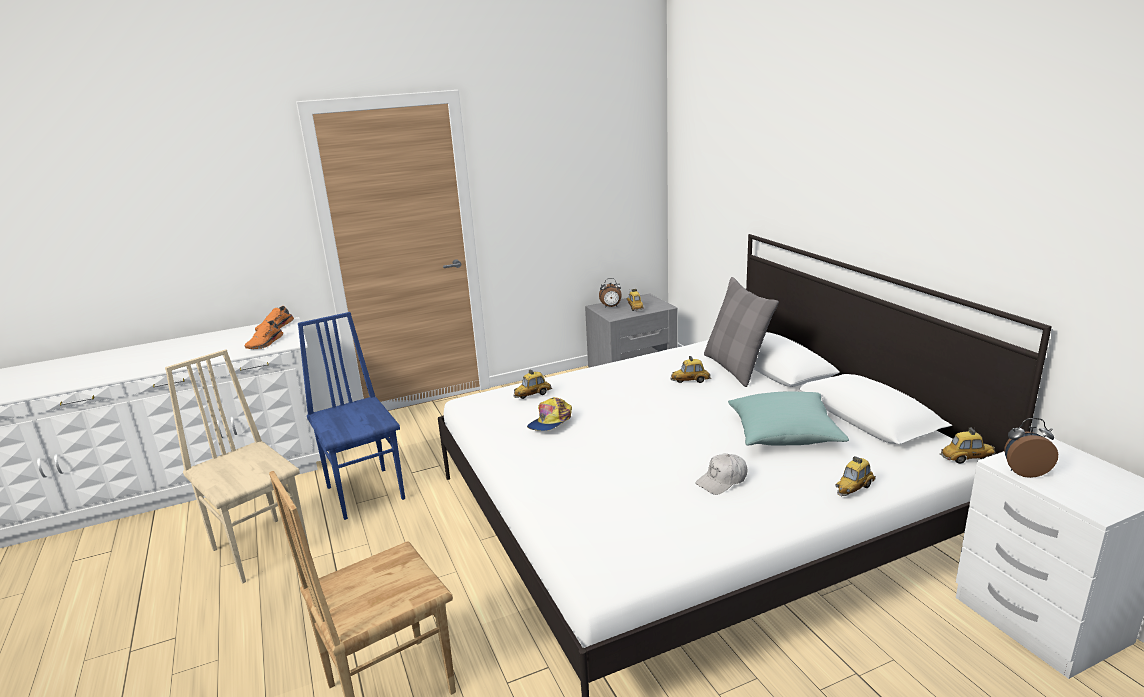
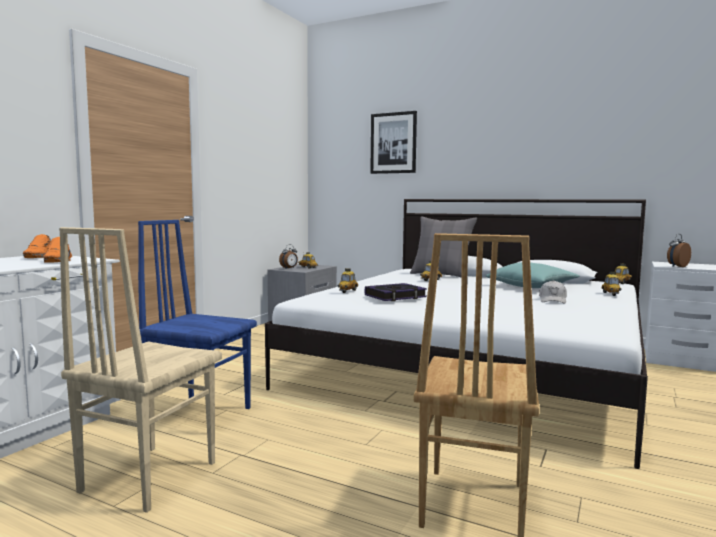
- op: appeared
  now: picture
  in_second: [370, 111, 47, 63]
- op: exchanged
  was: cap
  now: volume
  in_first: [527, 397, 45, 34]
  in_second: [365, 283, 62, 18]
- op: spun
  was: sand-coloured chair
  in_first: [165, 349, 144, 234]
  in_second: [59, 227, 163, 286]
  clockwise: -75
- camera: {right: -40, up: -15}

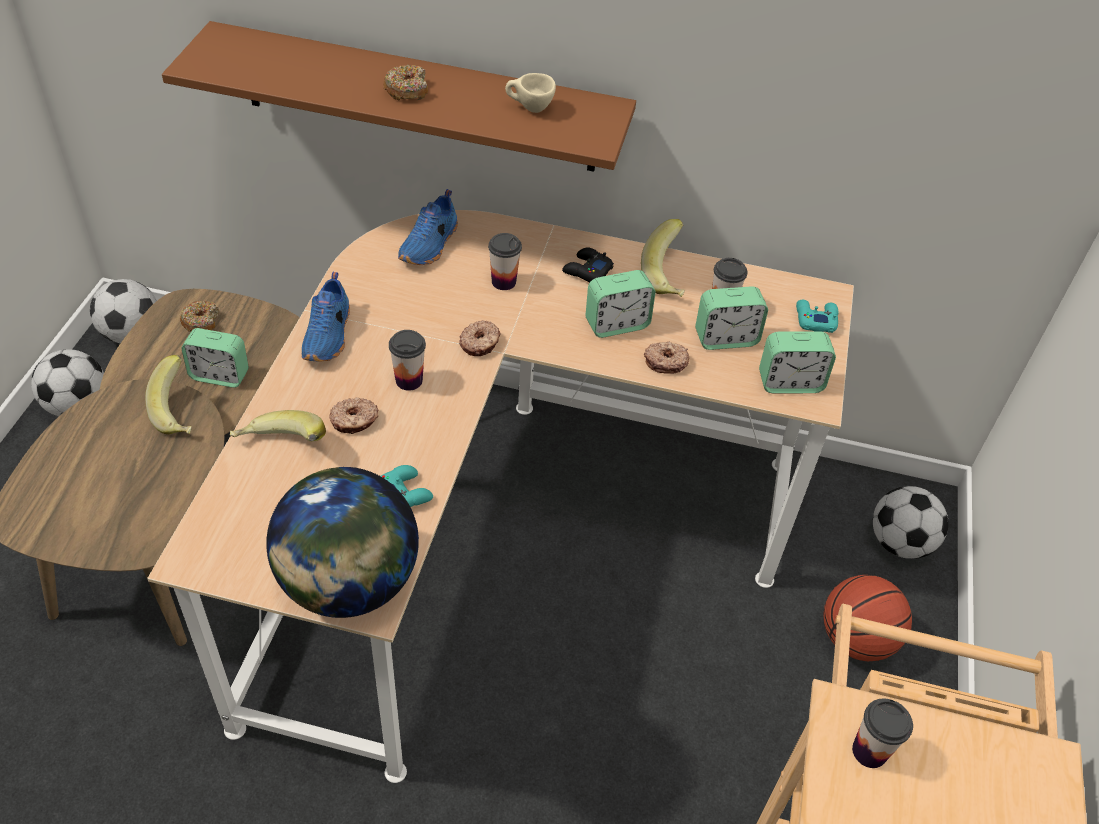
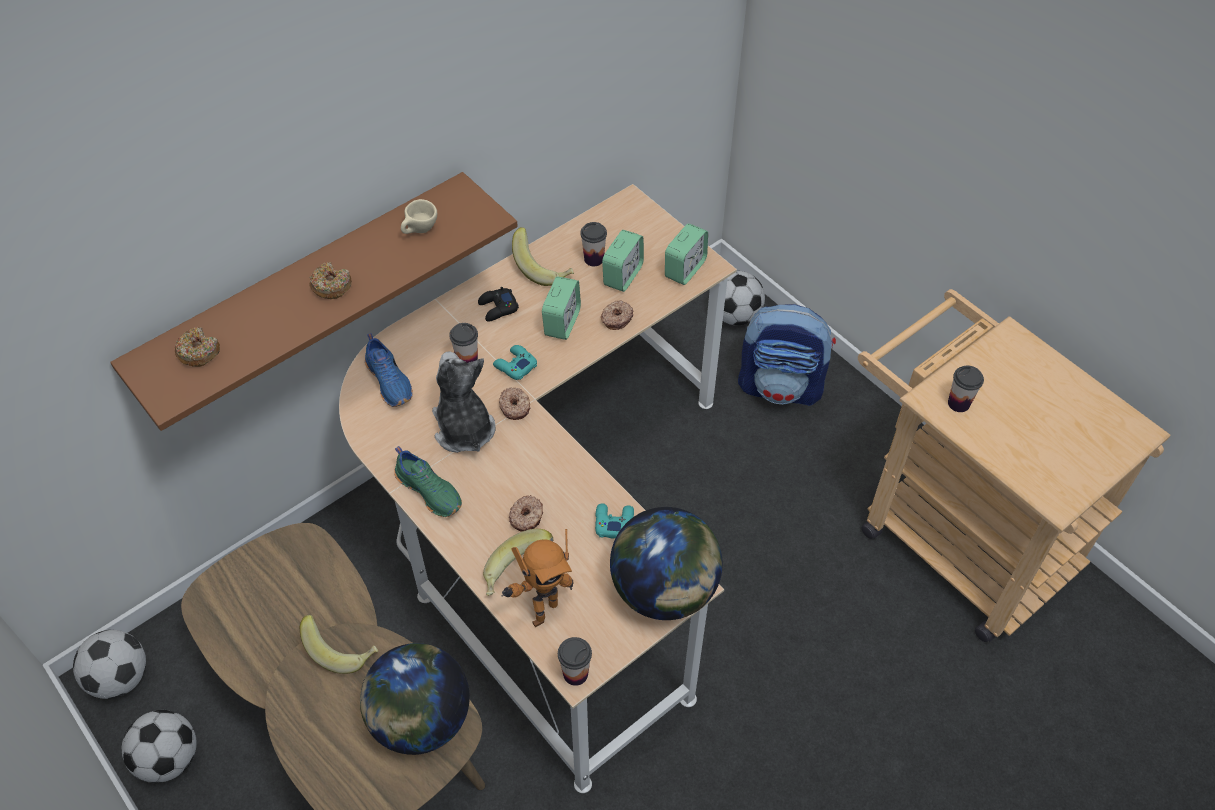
- op: missing
  was: alarm clock
  in_first: [181, 328, 68, 60]
- op: appeared
  now: globe
  in_second: [360, 643, 110, 112]
- op: appeared
  now: plush toy
  in_second: [432, 352, 63, 101]
- op: appeared
  now: model robot
  in_second: [501, 529, 73, 98]
- op: relocated
  was: doughnut
  in_first: [180, 301, 39, 30]
  in_second: [175, 327, 45, 40]
- op: relocated
  was: drinking cup
  in_first: [389, 330, 37, 61]
  in_second: [558, 637, 34, 49]
- op: relocated
  was: turquoise gamepad
  in_first: [796, 300, 43, 33]
  in_second: [493, 345, 44, 35]
- op: exchanged
  was: ball for basketball
  now: knapsack
  in_first: [823, 575, 89, 86]
  in_second: [738, 304, 98, 102]
- op: colour
  was: blue shoe
  now: green-coloured shoe
  in_first: [302, 272, 48, 90]
  in_second: [394, 446, 68, 71]
- camera: {right: -50, up: 5}

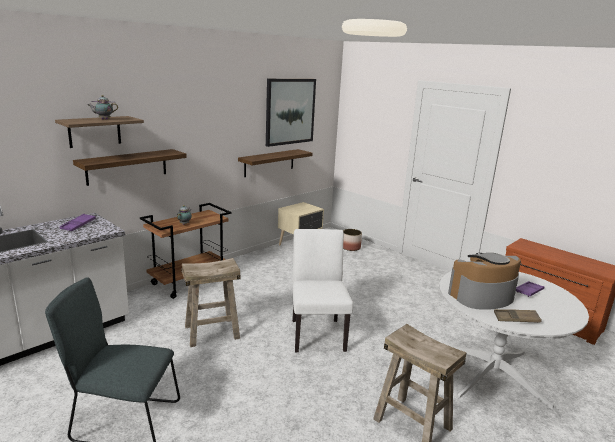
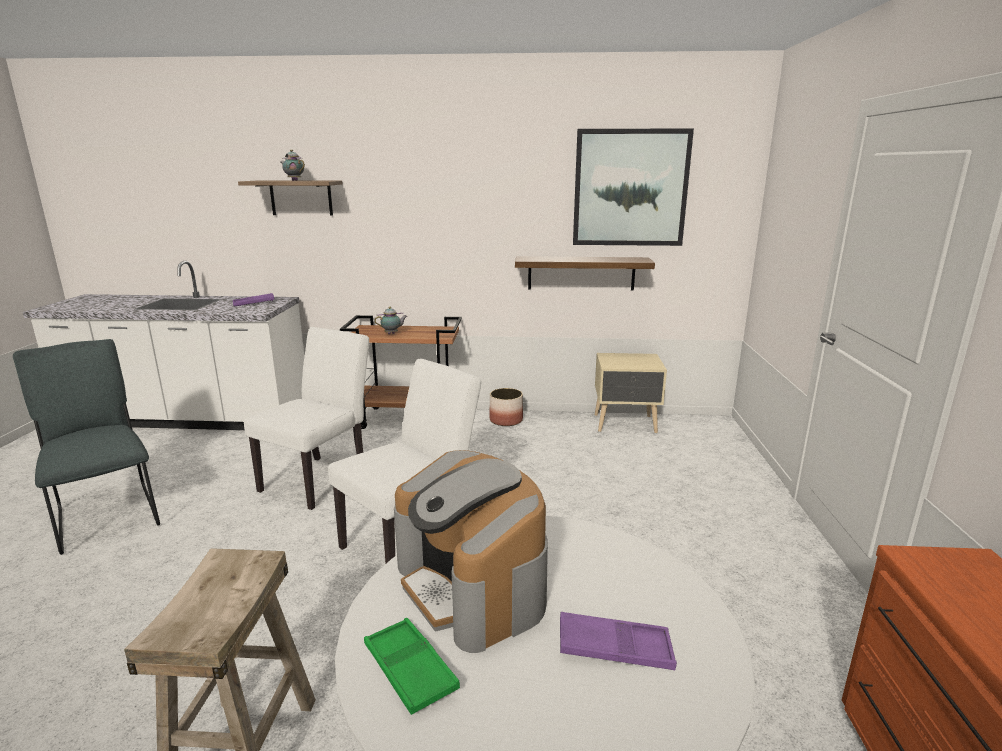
- op: missing
  was: shelf
  in_first: [73, 149, 114, 37]
- op: relocated
  was: planter
  in_first: [343, 229, 19, 22]
  in_second: [490, 388, 33, 38]
- op: exchanged
  was: sand-coloured stool
  now: white-coloured chair
  in_first: [181, 258, 60, 89]
  in_second: [244, 327, 125, 183]
- op: colour
  was: brown-coloured serving tray
  now: green-coloured serving tray
  in_first: [494, 309, 48, 14]
  in_second: [364, 618, 96, 97]
- op: spun
  was: coffee brewer
  in_first: [448, 253, 73, 57]
  in_second: [394, 450, 154, 203]
  clockwise: -150
- camera: {right: 50, up: 0}

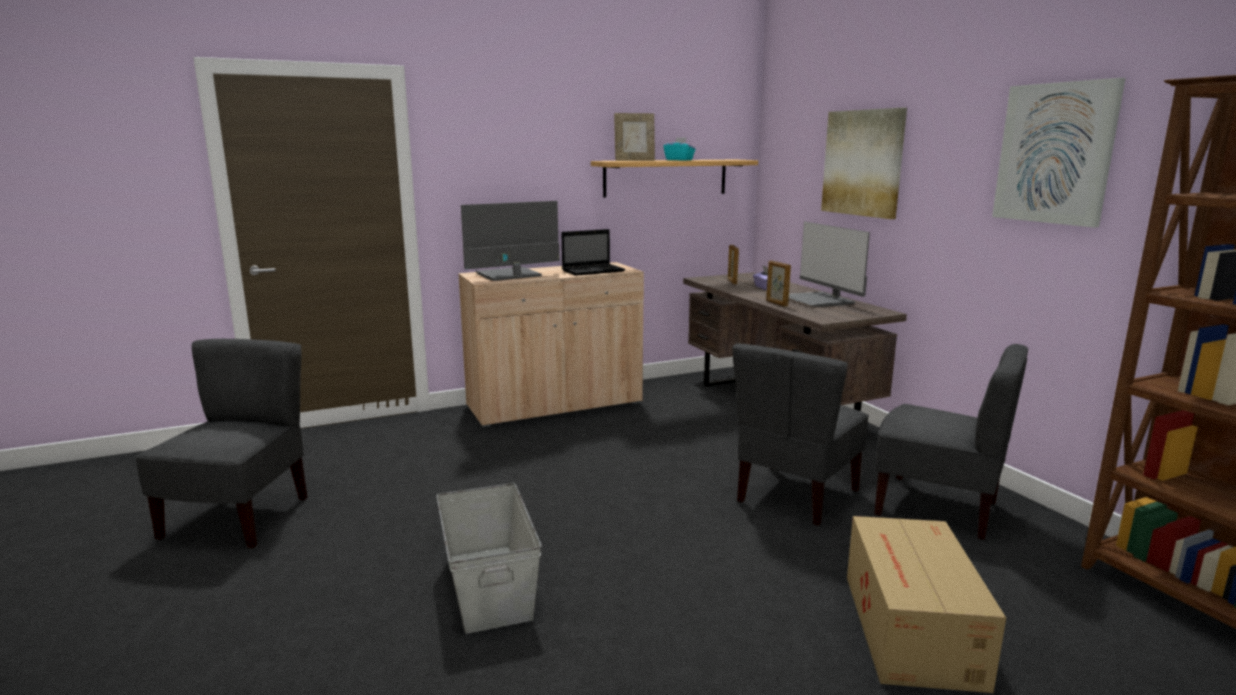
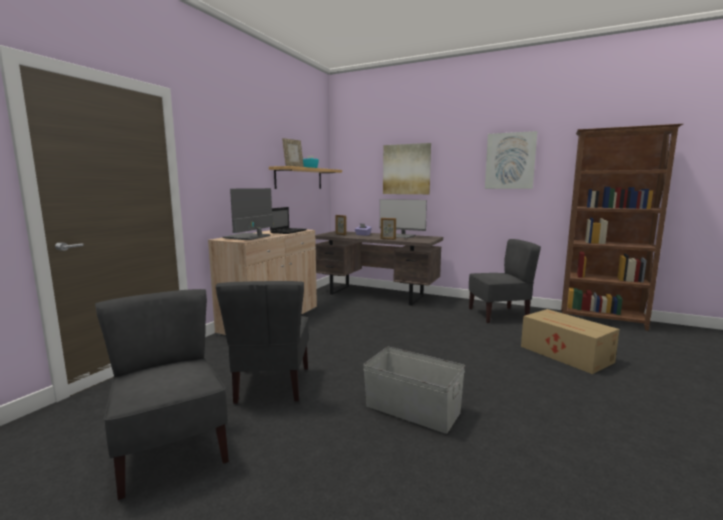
- op: relocated
  was: gray chair
  in_first: [733, 344, 136, 182]
  in_second: [216, 281, 93, 123]
- camera: {right: -40, up: -5}

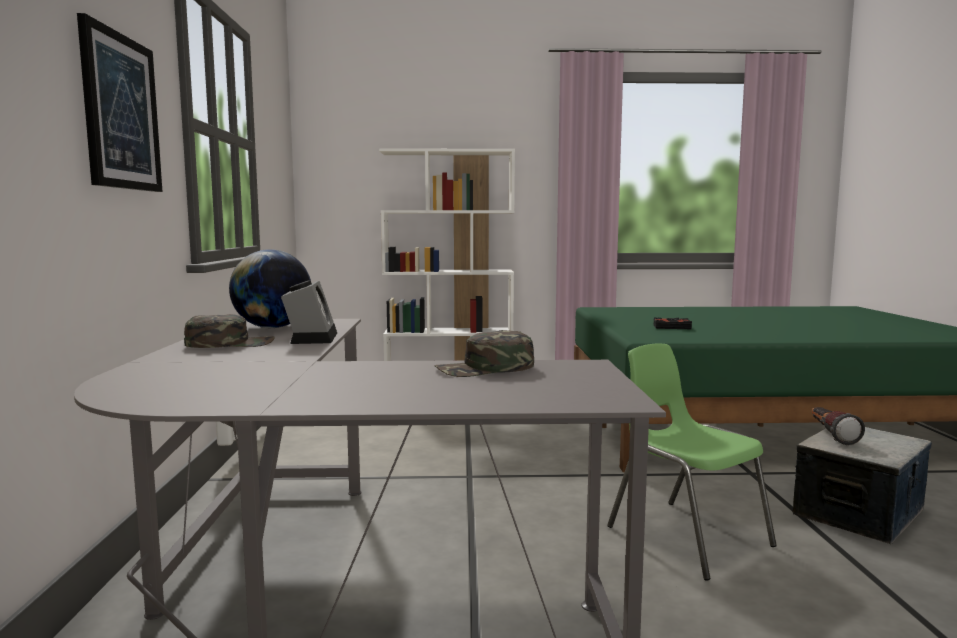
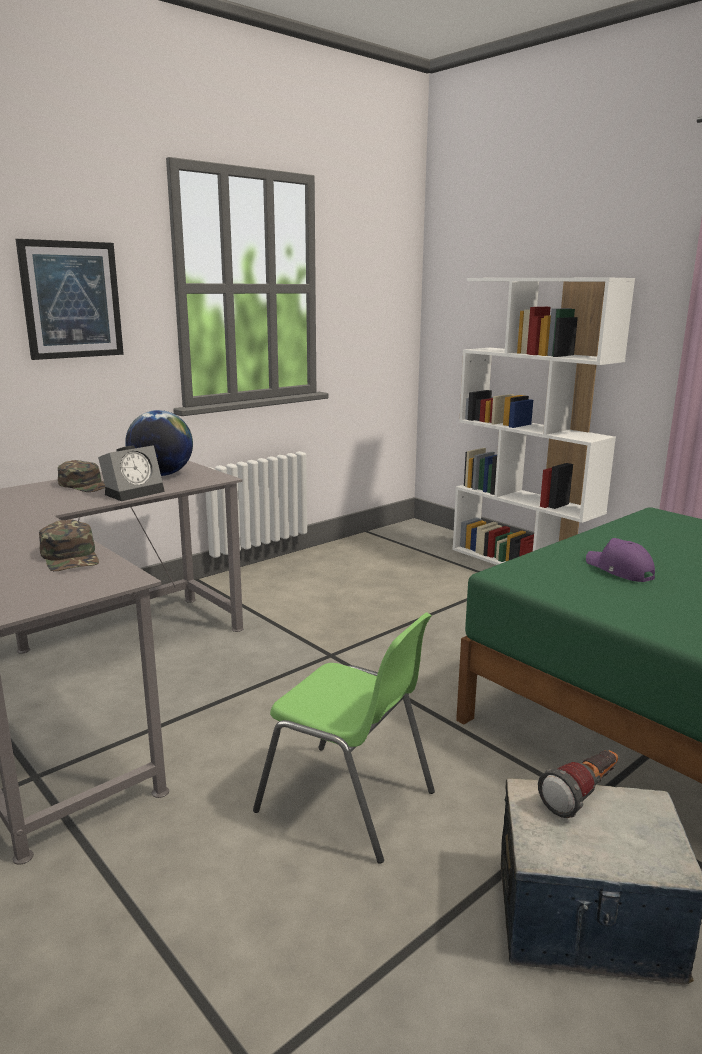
- op: exchanged
  was: black-coloured volume
  now: purplish cap
  in_first: [653, 317, 39, 12]
  in_second: [586, 538, 69, 44]
- op: spun
  was: green-coloured cap
  in_first: [434, 330, 100, 47]
  in_second: [39, 519, 60, 52]
  clockwise: -150
- op: spun
  was: green-coloured chair
  in_first: [607, 343, 170, 237]
  in_second: [253, 613, 182, 251]
  clockwise: 105
- camera: {right: 50, up: 10}

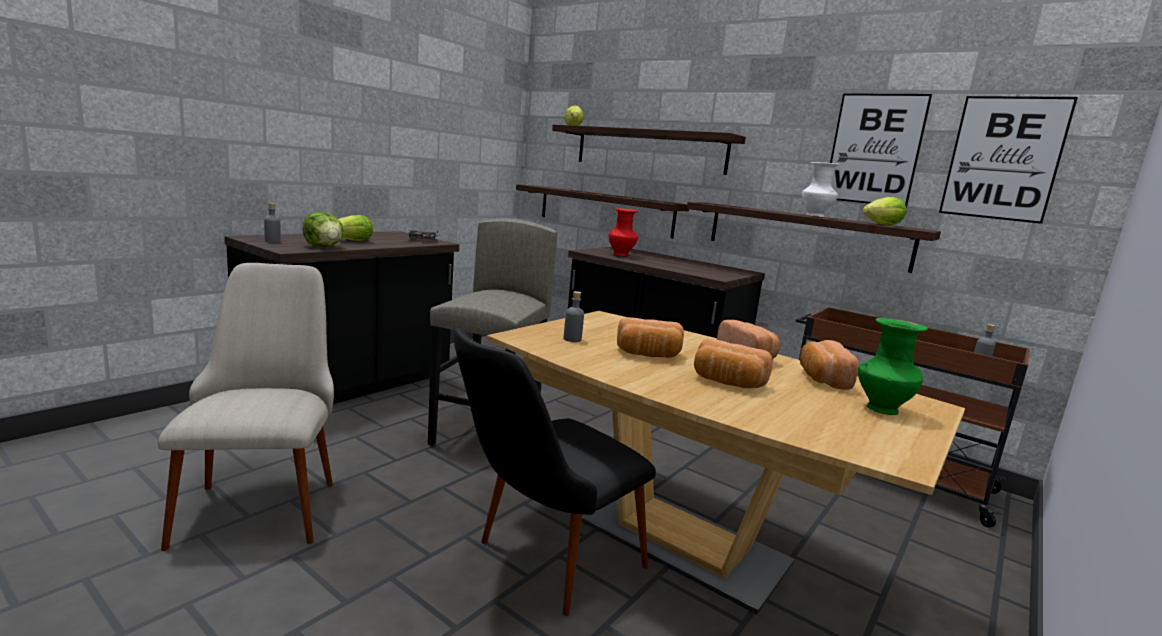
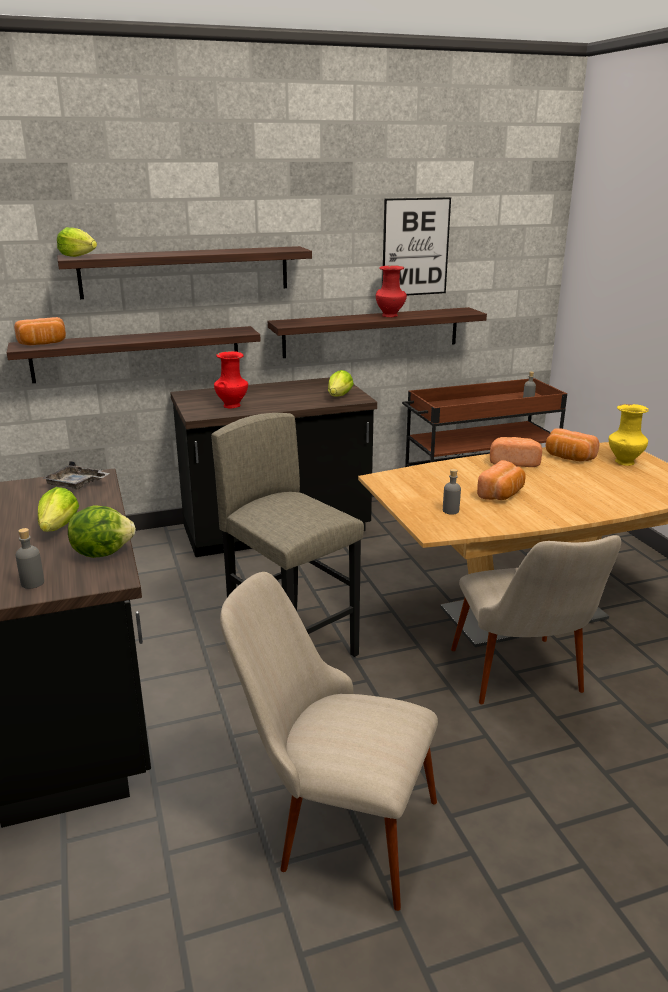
- op: missing
  was: picture
  in_first: [939, 96, 139, 128]
- op: relocated
  was: bakery bread
  in_first: [694, 339, 79, 49]
  in_second: [14, 317, 52, 28]
- op: relocated
  was: lettuce
  in_first: [863, 197, 43, 28]
  in_second: [328, 370, 26, 27]
- op: colour
  was: black-coloured chair
  now: sand-coloured chair
  in_first: [453, 328, 203, 288]
  in_second: [451, 535, 170, 169]
- op: colour
  was: white-coloured flower vase
  now: red flower vase
  in_first: [802, 162, 38, 55]
  in_second: [376, 265, 31, 52]
- op: colour
  was: green-coloured flower vase
  now: yellow flower vase
  in_first: [858, 318, 70, 97]
  in_second: [609, 404, 40, 62]
- camera: {right: -55, up: 10}

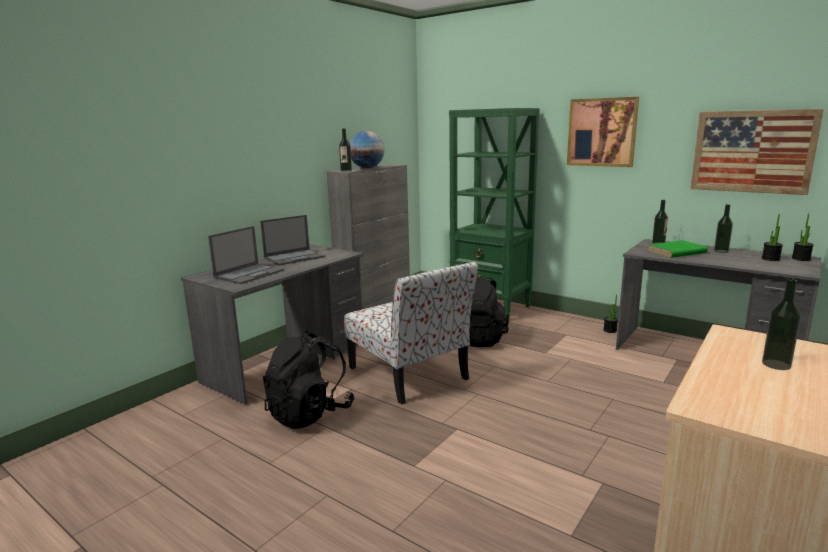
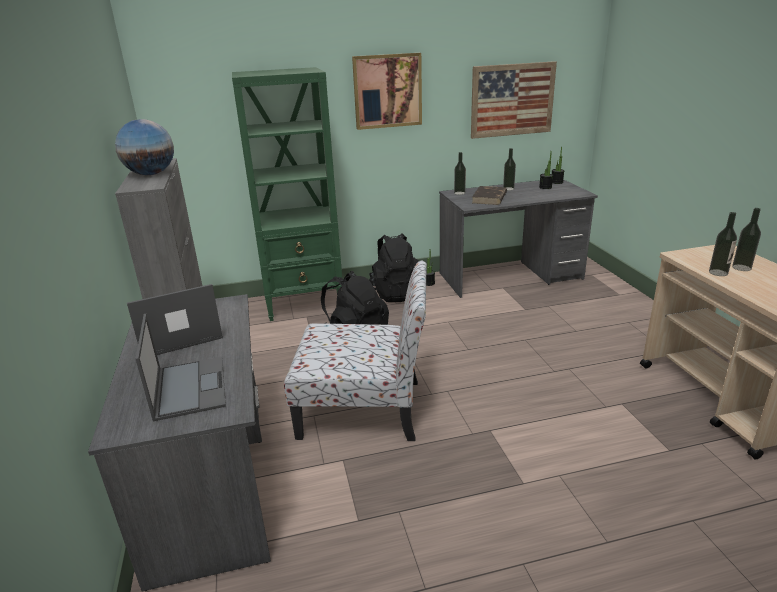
- op: relocated
  was: black-coloured knapsack
  in_first: [263, 331, 91, 98]
  in_second: [369, 233, 50, 69]
- op: relocated
  was: drink bottle
  in_first: [339, 128, 13, 44]
  in_second: [709, 212, 28, 64]
- op: colour
  was: green-coloured volume
  now: brown-coloured volume
  in_first: [647, 240, 61, 18]
  in_second: [472, 186, 35, 19]
- op: spun
  was: notebook computer
  in_first: [260, 215, 65, 51]
  in_second: [127, 284, 96, 71]
  clockwise: -120
- camera: {right: -50, up: 10}

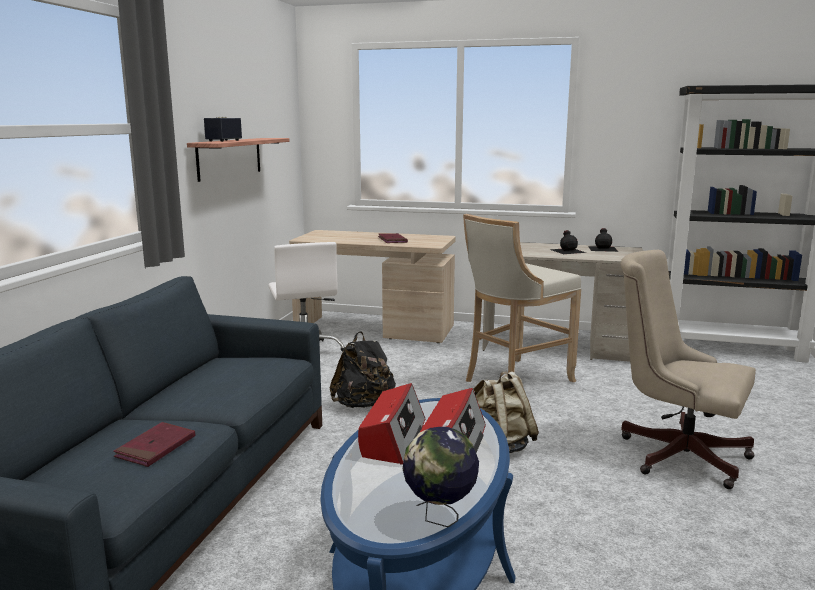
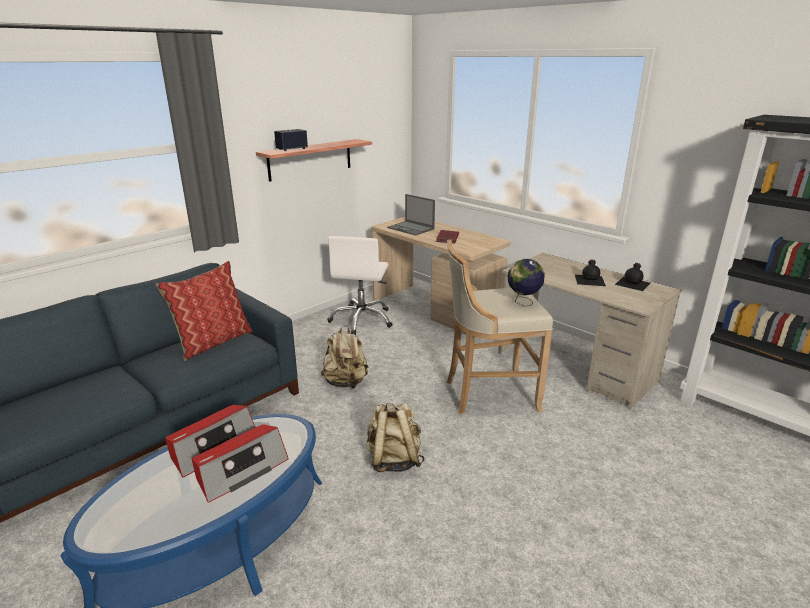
- op: missing
  was: red volume
  in_first: [113, 422, 82, 45]
- op: missing
  was: sand-coloured desk chair
  in_first: [621, 250, 135, 239]
- op: appeared
  now: cushion
  in_second: [155, 261, 97, 100]
- op: appeared
  now: notebook computer
  in_second: [387, 194, 48, 41]
- op: relocated
  was: globe
  in_first: [403, 427, 76, 100]
  in_second: [508, 259, 37, 48]
- op: colour
  was: black-coloured knapsack
  now: sand-coloured knapsack
  in_first: [330, 331, 66, 77]
  in_second: [321, 325, 48, 64]
- camera: {right: 30, up: 10}

